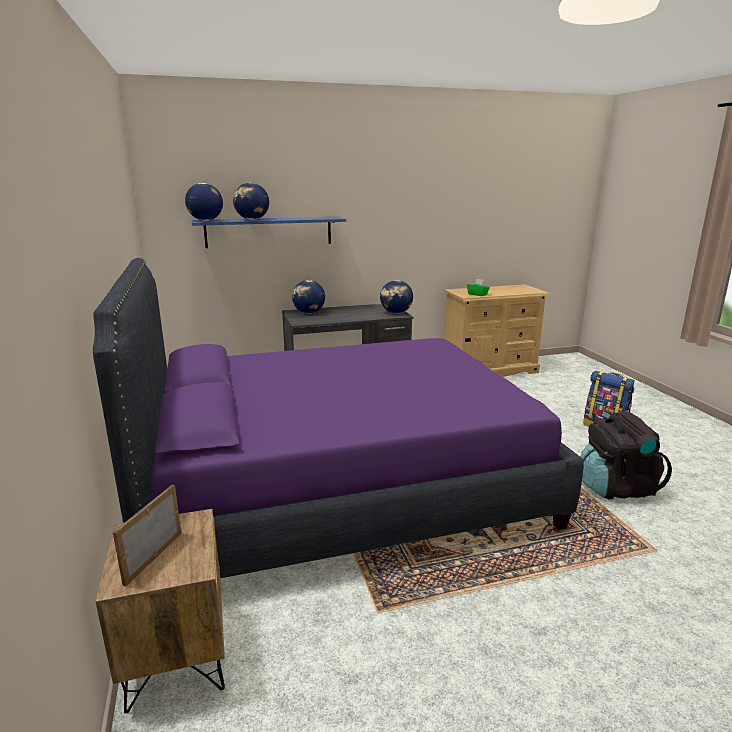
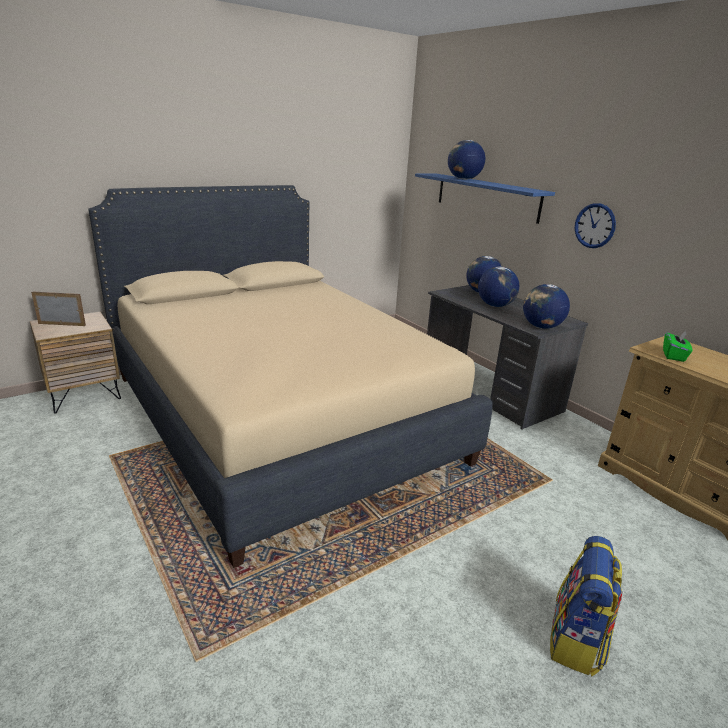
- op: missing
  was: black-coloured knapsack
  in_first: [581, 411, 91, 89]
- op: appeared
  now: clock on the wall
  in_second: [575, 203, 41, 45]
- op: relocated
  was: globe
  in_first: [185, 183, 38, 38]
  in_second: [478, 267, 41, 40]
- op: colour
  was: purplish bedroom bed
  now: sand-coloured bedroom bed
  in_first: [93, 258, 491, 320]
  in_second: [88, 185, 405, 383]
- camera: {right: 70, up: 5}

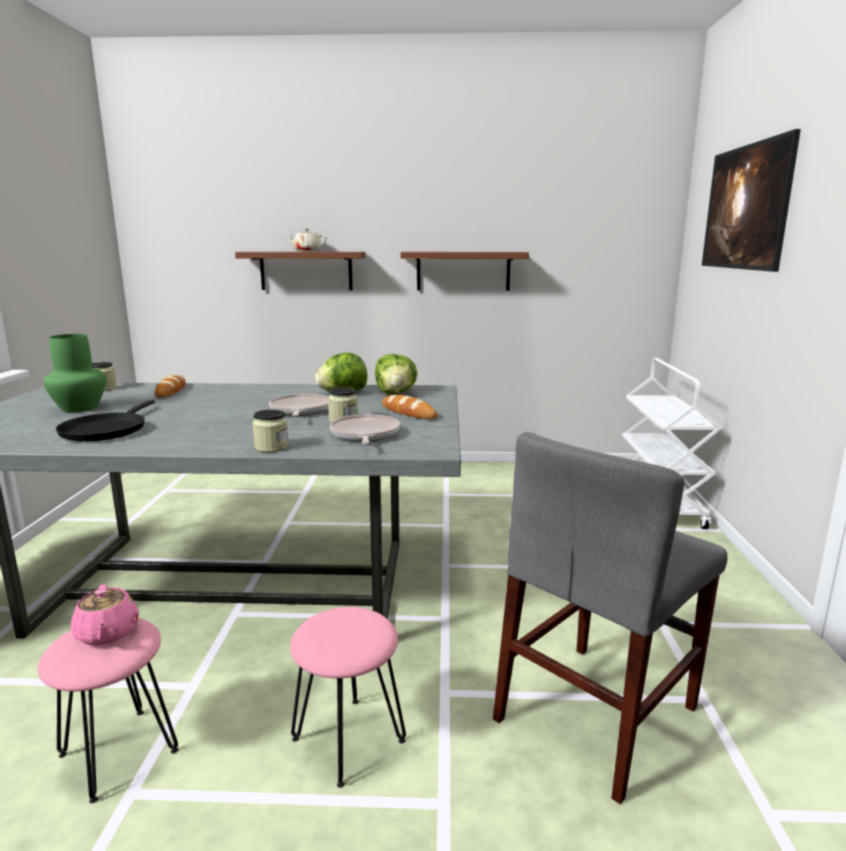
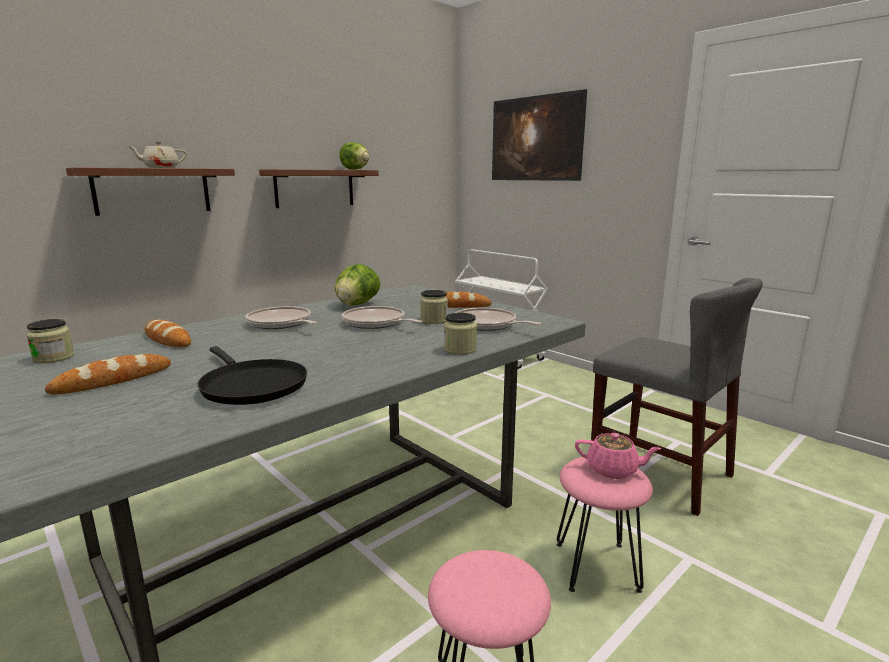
- op: appeared
  now: skillet
  in_second: [246, 306, 71, 23]
- op: relocated
  was: pink-coloured pot for tea
  in_first: [71, 584, 68, 62]
  in_second: [575, 433, 86, 46]
- op: relocated
  was: lettuce
  in_first: [375, 354, 43, 40]
  in_second: [339, 142, 30, 28]
- op: exchanged
  was: green-coloured flower vase
  now: bakery bread
  in_first: [43, 334, 63, 78]
  in_second: [45, 354, 126, 40]
- op: spun
  was: gray chair
  in_first: [493, 432, 235, 372]
  in_second: [591, 278, 172, 238]
  clockwise: -45
- camera: {right: -45, up: 0}

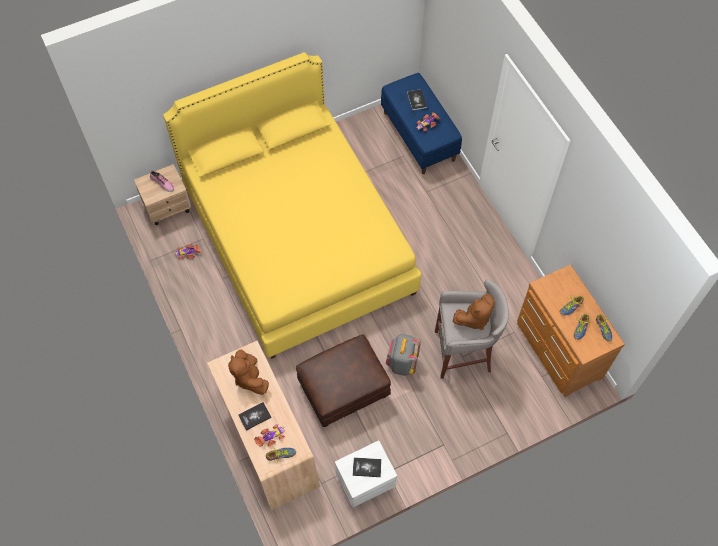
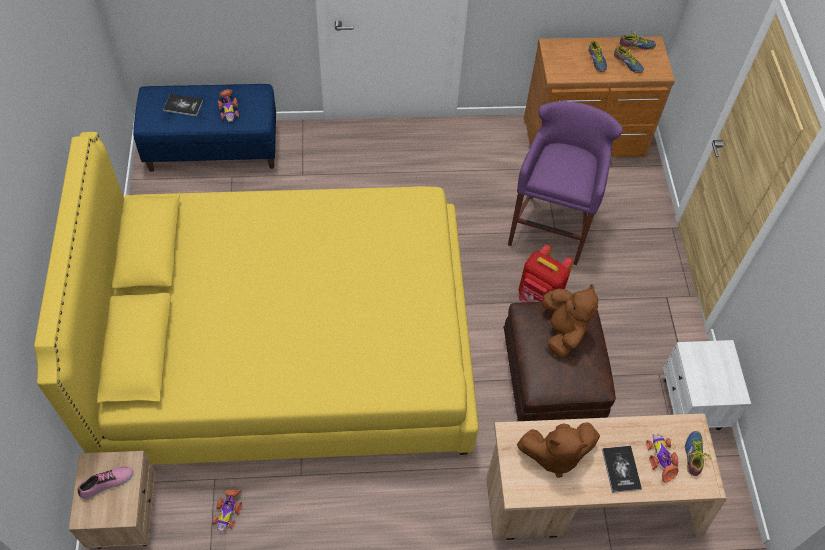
- op: missing
  was: volume
  in_first: [352, 457, 30, 20]
- op: relocated
  was: brown-coloured plush toy
  in_first: [453, 294, 42, 36]
  in_second: [542, 284, 56, 74]
- op: colour
  was: gray knapsack
  now: red knapsack
  in_first: [386, 334, 35, 42]
  in_second: [518, 244, 56, 58]
- op: colour
  was: gray stool
  now: purplish stool
  in_first: [435, 279, 74, 100]
  in_second: [508, 101, 115, 164]
- camera: {right: -70, up: -5}

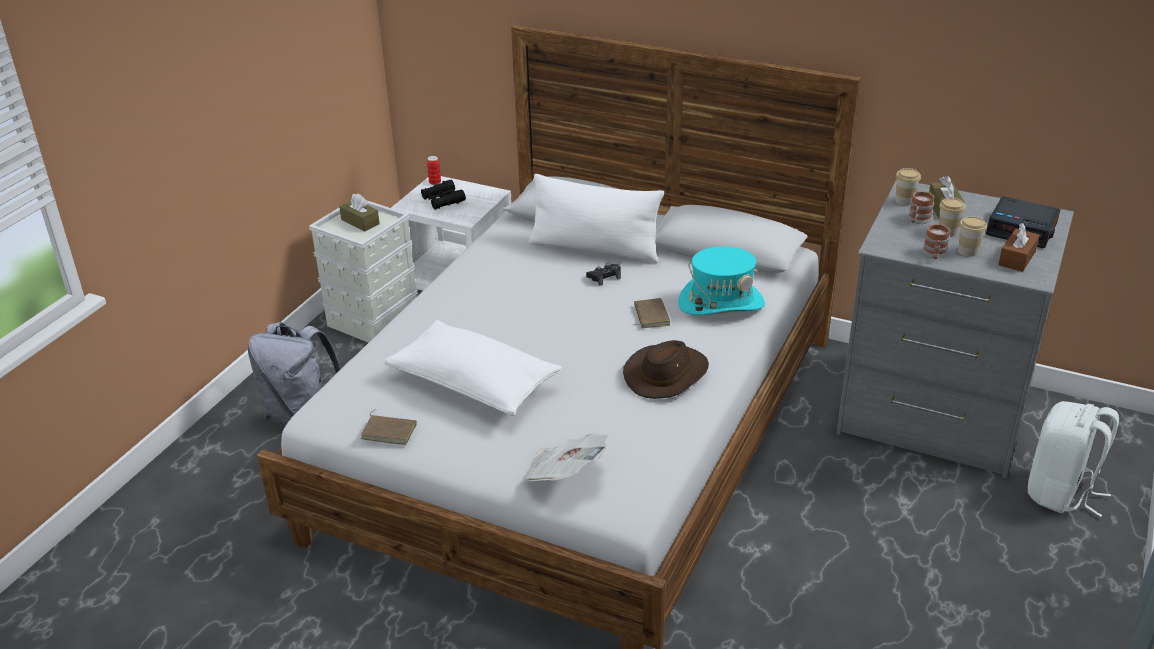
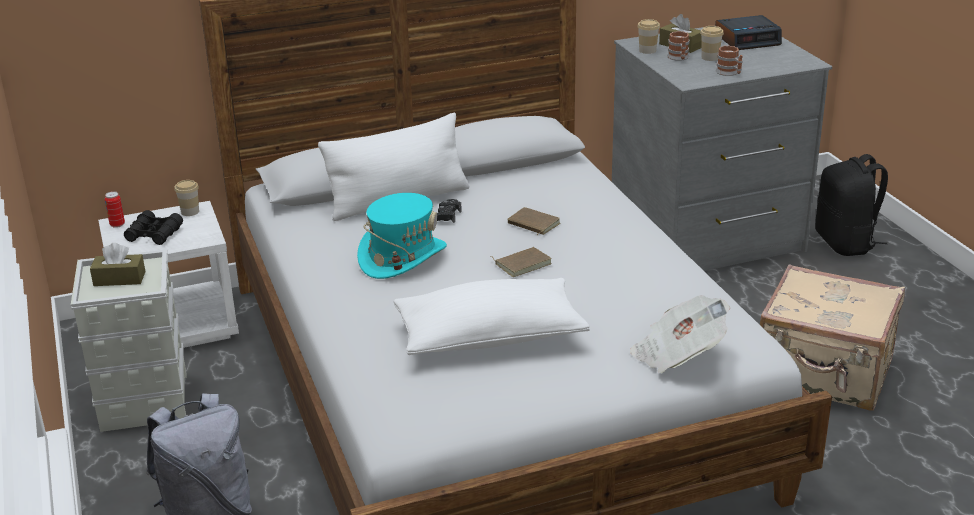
- op: missing
  was: brown-coloured clothing hat
  in_first: [623, 340, 86, 59]
- op: missing
  was: brown-coloured tissue box
  in_first: [998, 223, 42, 49]
- op: appeared
  now: sand-coloured piece of luggage
  in_second: [760, 264, 145, 147]
- op: relocated
  was: brown-coloured volume
  in_first: [361, 409, 56, 36]
  in_second: [491, 247, 61, 30]
- op: relocated
  was: turquoise clothing hat
  in_first: [678, 246, 87, 69]
  in_second: [357, 193, 90, 86]
- op: relocated
  was: drinking cup
  in_first: [958, 216, 29, 41]
  in_second: [174, 180, 25, 36]
- op: colour
  was: white-coloured knapsack
  now: black-coloured knapsack
  in_first: [1028, 401, 91, 116]
  in_second: [815, 154, 73, 102]
- camera: {right: -45, up: -5}

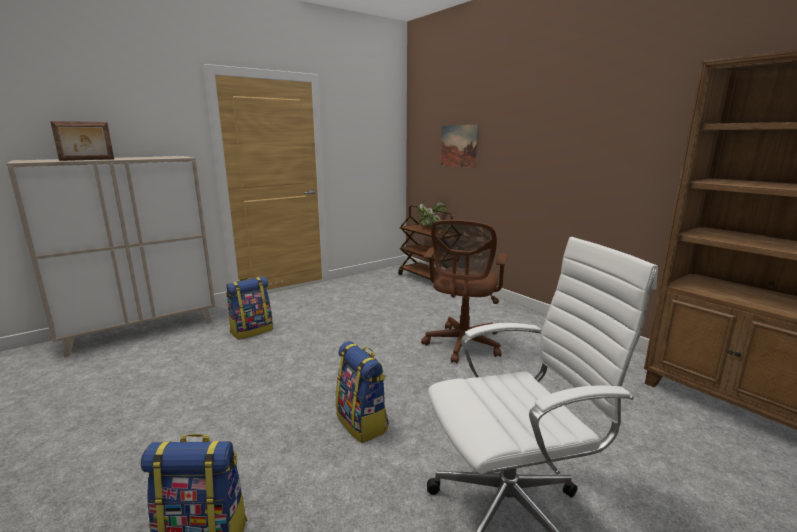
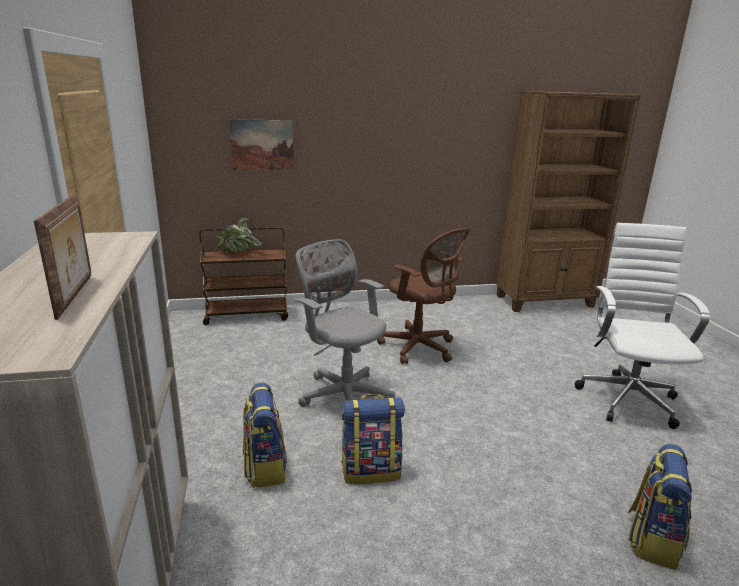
- op: appeared
  now: gray desk chair
  in_second: [294, 239, 101, 168]
- op: relocated
  was: knapsack
  in_first: [336, 341, 53, 102]
  in_second: [341, 394, 64, 90]
- camera: {right: -65, up: 5}

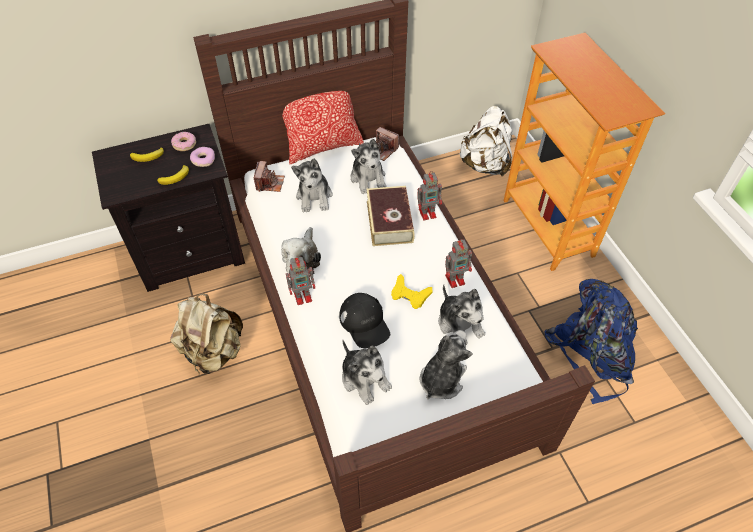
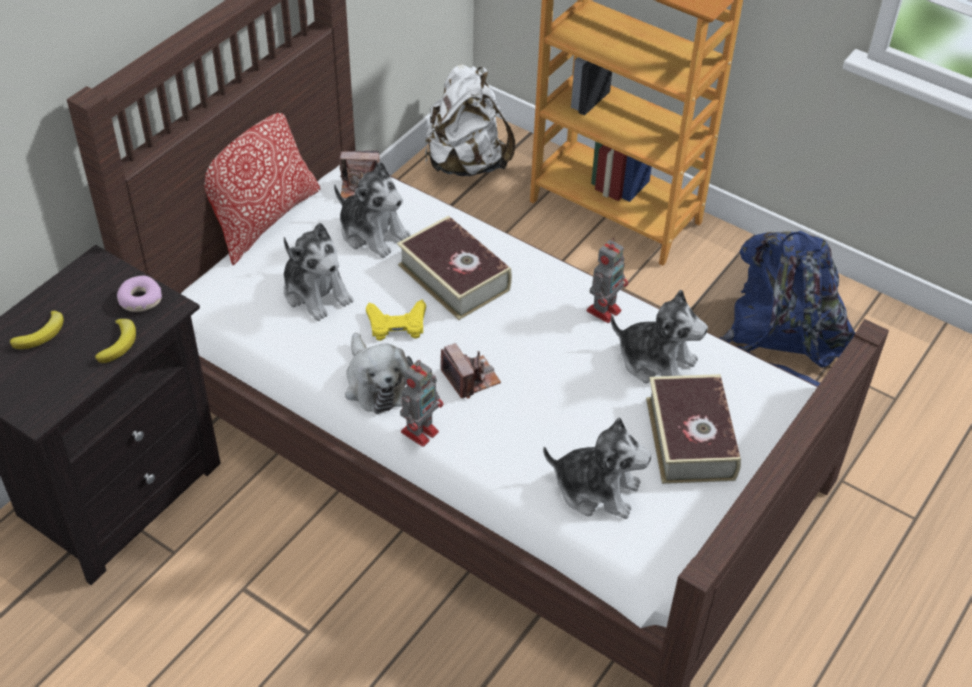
- op: missing
  was: sand-coloured knapsack
  in_first: [170, 294, 73, 80]
- op: missing
  was: doughnut
  in_first: [171, 132, 25, 19]
- op: missing
  was: black-coloured cap
  in_first: [339, 293, 51, 55]
- op: missing
  was: model robot
  in_first: [417, 171, 25, 50]
- op: relocated
  was: still camera
  in_first: [254, 161, 31, 31]
  in_second: [441, 343, 60, 56]
- op: relocated
  was: yellow gamepad
  in_first: [391, 274, 41, 35]
  in_second: [366, 300, 60, 41]
- op: exchanged
  was: plush toy
  now: volume
  in_first: [420, 330, 53, 69]
  in_second: [646, 374, 95, 110]
- camera: {right: -35, up: -5}

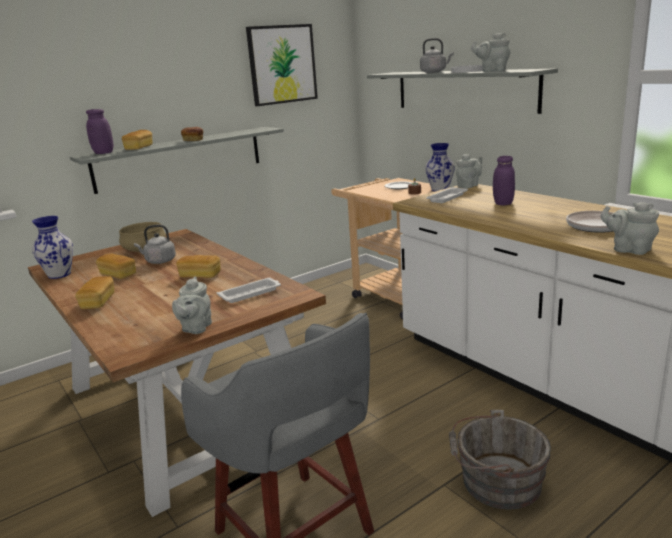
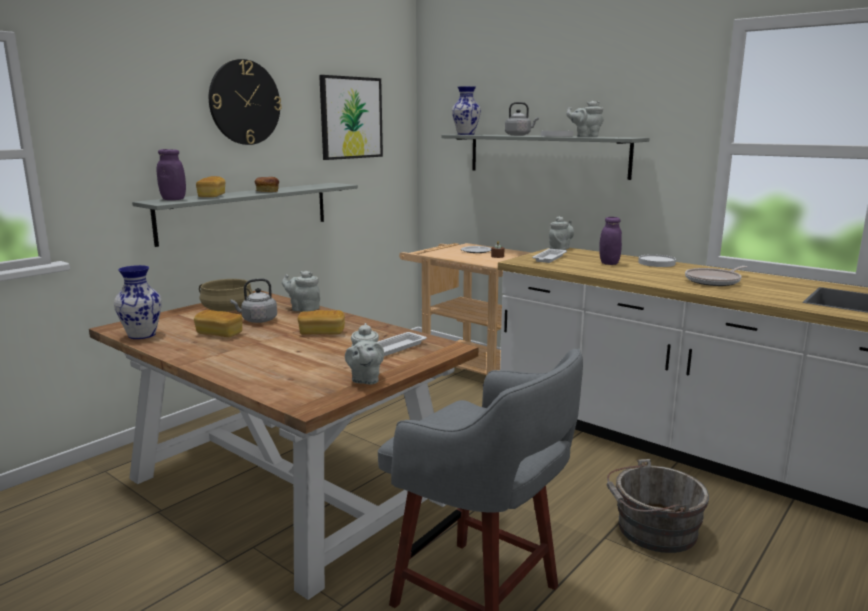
- op: missing
  was: bakery bread
  in_first: [75, 276, 40, 33]
- op: appeared
  now: clock on the wall
  in_second: [209, 59, 73, 86]
- op: appeared
  now: white-coloured dinner plate
  in_second: [638, 254, 38, 13]
- op: relocated
  was: flower vase
  in_first: [425, 143, 30, 48]
  in_second: [452, 86, 29, 49]
- op: relocated
  was: gray pot for tea
  in_first: [601, 202, 58, 53]
  in_second: [282, 271, 38, 41]
- camera: {right: -15, up: -5}

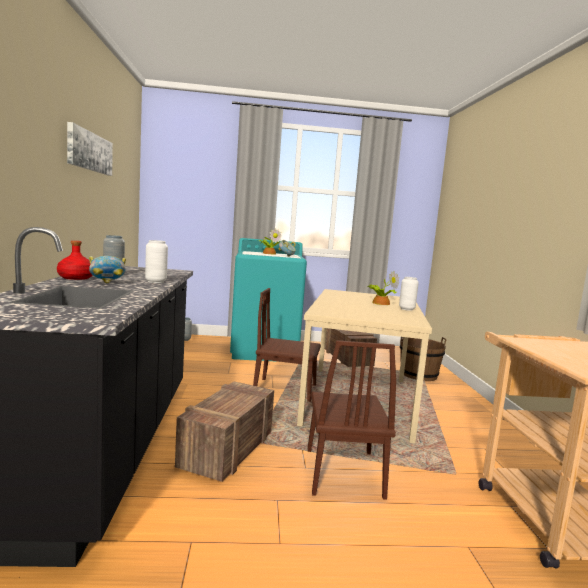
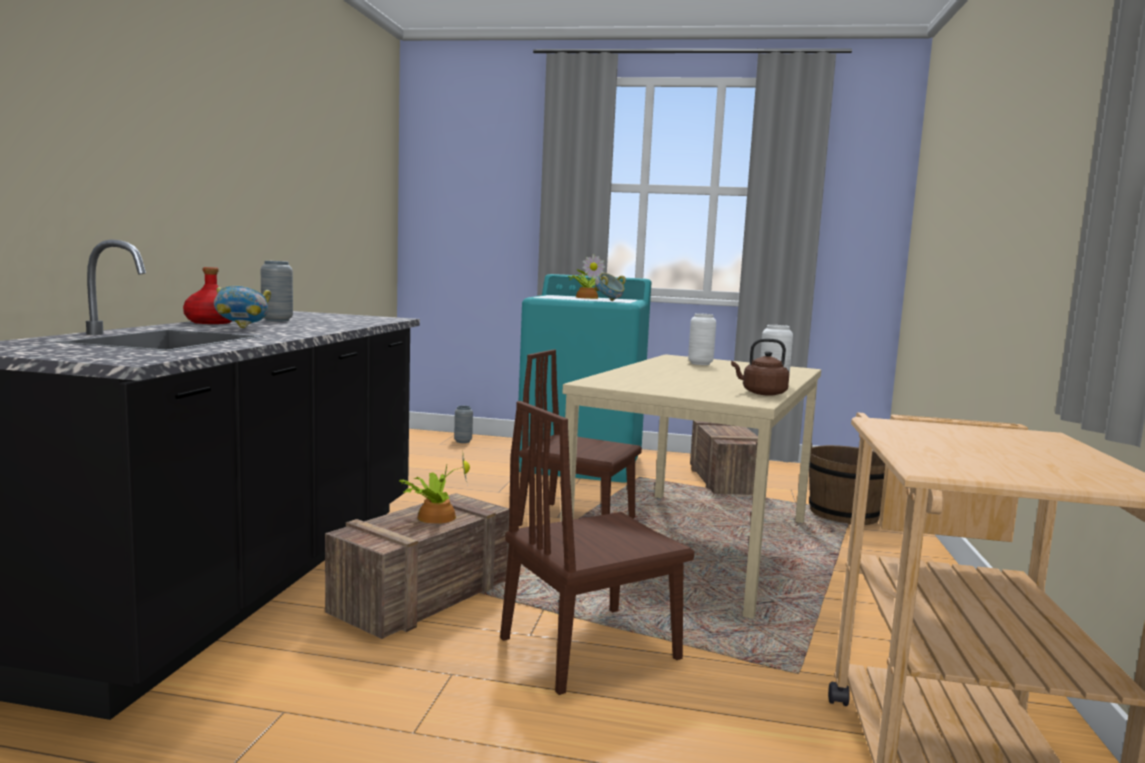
- op: missing
  was: picture
  in_first: [67, 122, 46, 54]
- op: appeared
  now: brown-coloured water kettle
  in_second: [731, 339, 58, 57]
- op: relocated
  was: white-coloured flower vase
  in_first: [145, 240, 23, 43]
  in_second: [688, 313, 28, 52]
- op: relocated
  was: houseplant
  in_first: [367, 271, 32, 34]
  in_second: [399, 453, 71, 71]
- op: spun
  was: brown-coloured chair
  in_first: [308, 340, 88, 160]
  in_second: [500, 401, 194, 294]
  clockwise: 45
- camera: {right: 15, up: 0}

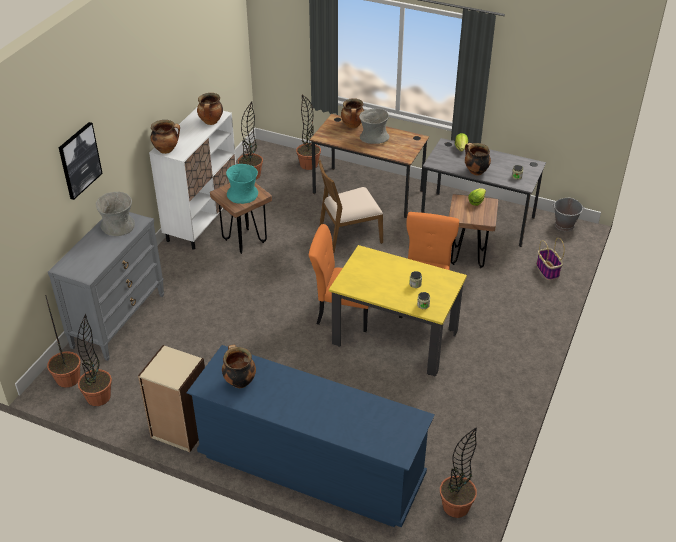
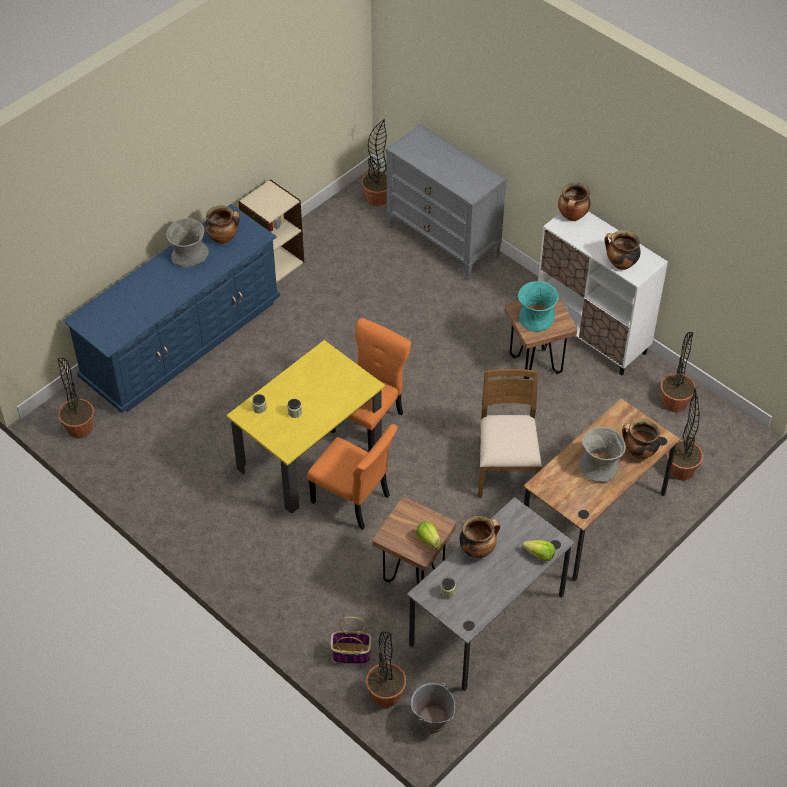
- op: missing
  was: picture
  in_first: [59, 122, 44, 78]
- op: relocated
  was: houseplant
  in_first: [77, 314, 35, 92]
  in_second: [366, 631, 40, 76]
- op: relocated
  was: gray flower vase
  in_first: [96, 192, 39, 44]
  in_second: [166, 218, 43, 49]
- camera: {right: 110, up: 10}

